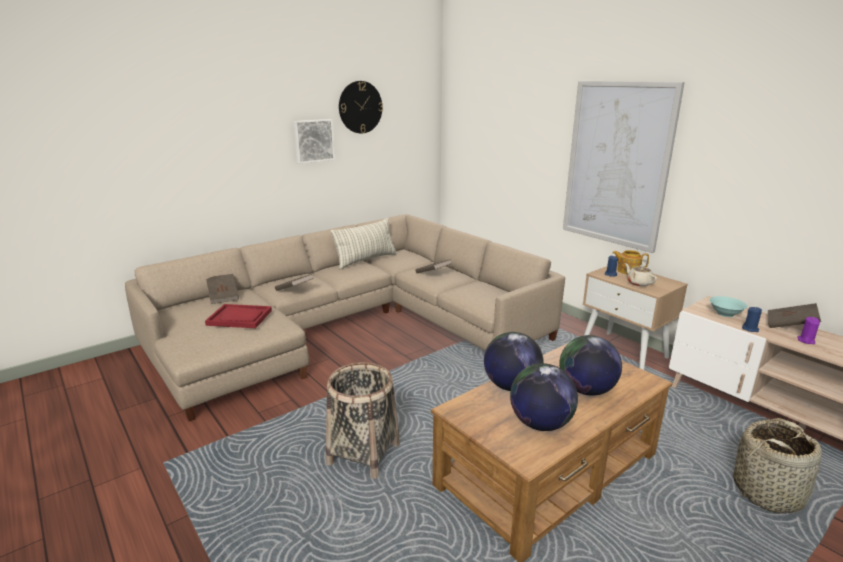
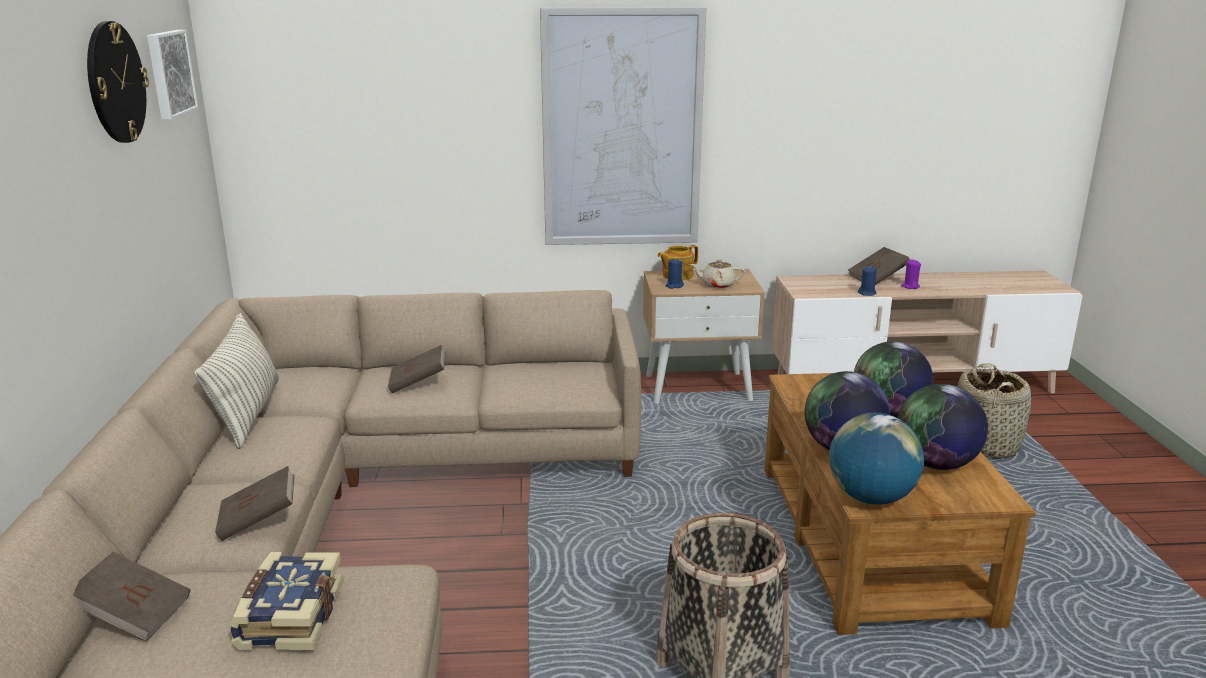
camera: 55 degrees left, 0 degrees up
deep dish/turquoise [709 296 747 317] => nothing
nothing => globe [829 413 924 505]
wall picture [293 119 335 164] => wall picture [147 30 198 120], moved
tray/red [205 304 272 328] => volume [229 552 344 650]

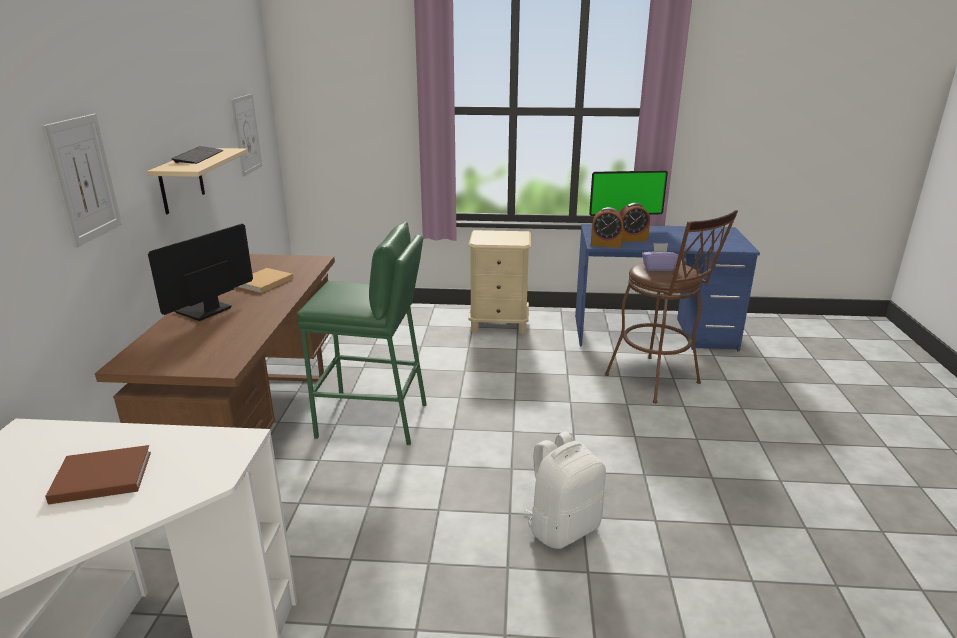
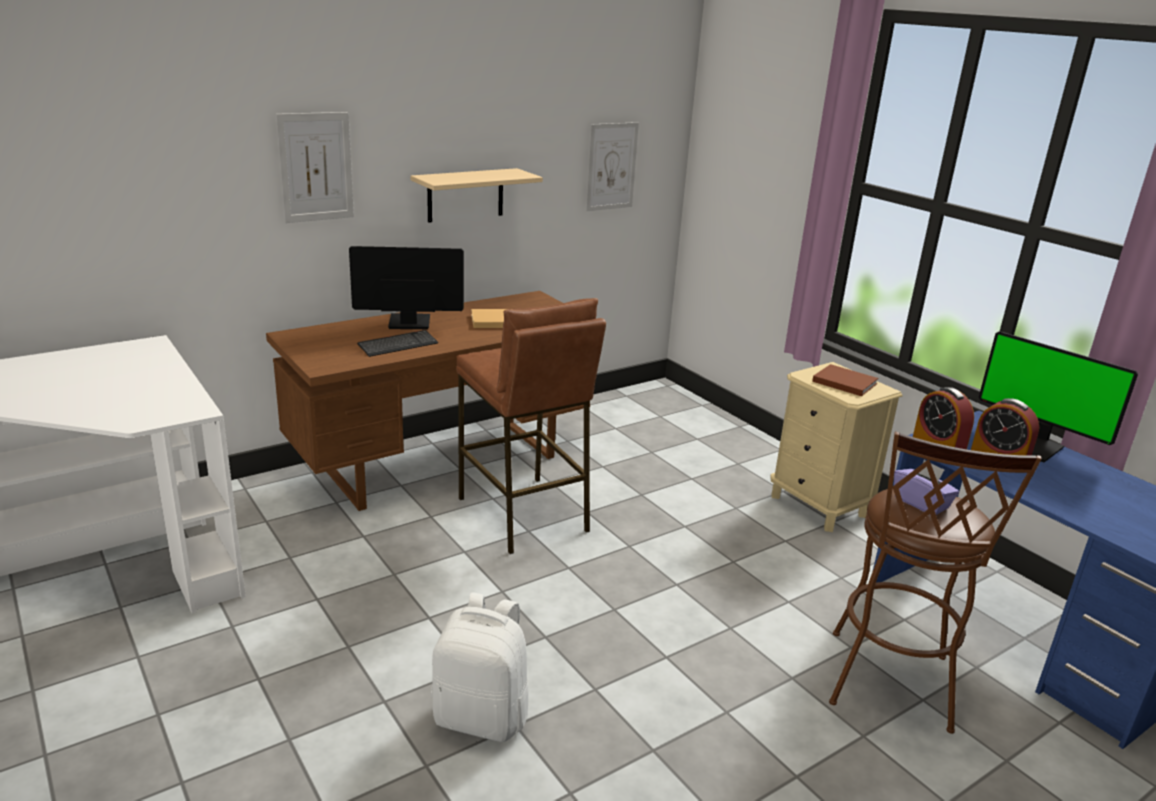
camera: 50 degrees right, 0 degrees up
volume/brown [45 445 151 505] => volume/brown [812 364 879 396], moved
keyboard [171 146 223 164] => keyboard [357 330 438 357], moved
stool seat/green [297 222 427 445] => stool seat/brown [456 298 606 554]

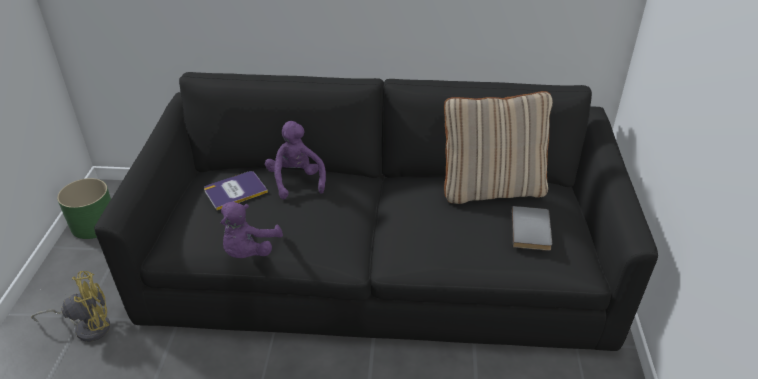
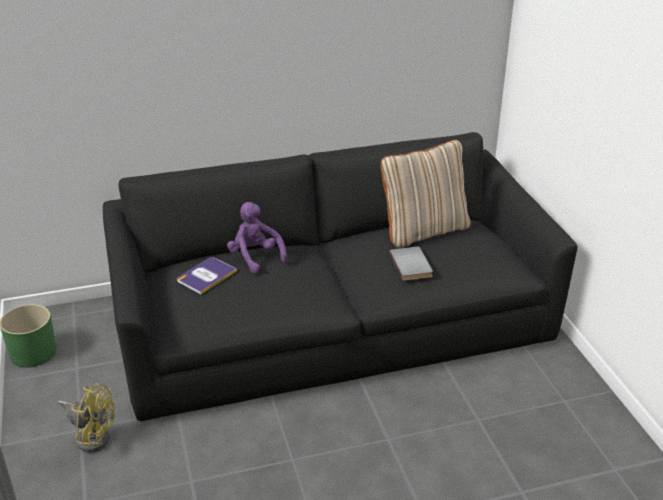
camera: 20 degrees left, 5 degrees down
cuddly toy/purplish [221 202 283 258] => nothing
volume/greyish [512 206 552 251] => volume/greyish [389 246 433 281], moved
electric fan/yellowish [31 271 110 342] => electric fan/yellowish [58 383 115 453], 60 degrees clockwise

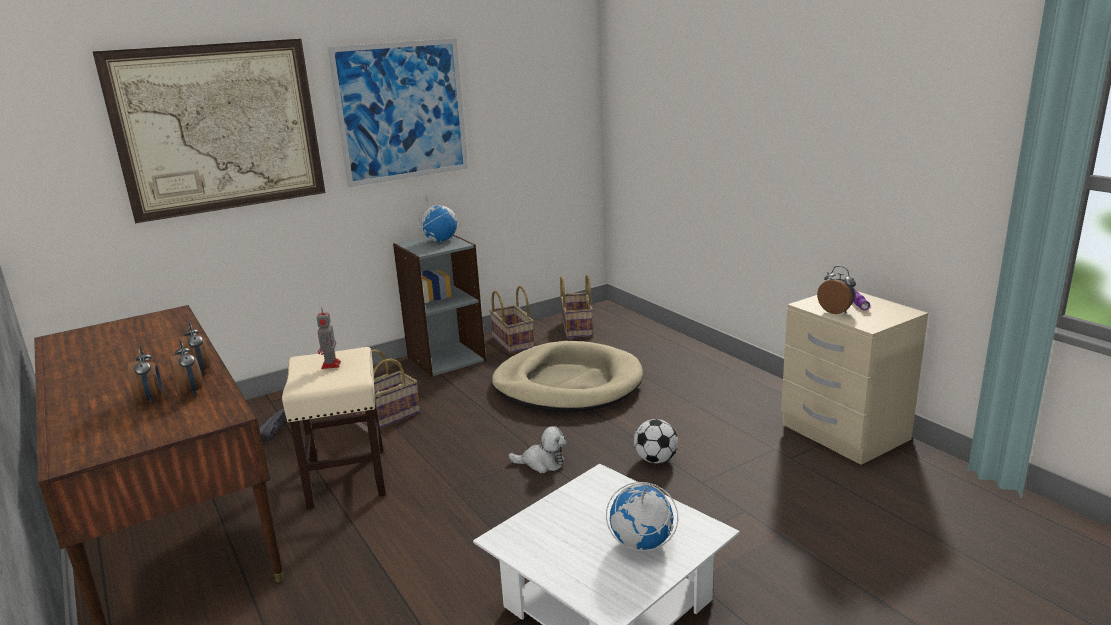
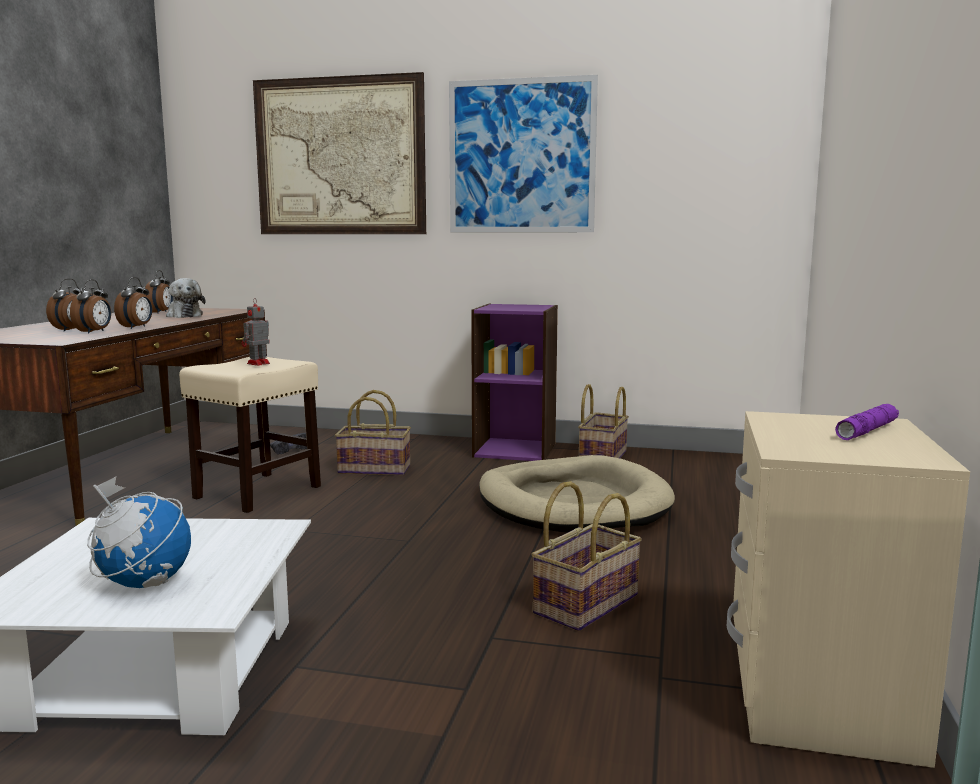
camera: 45 degrees right, 10 degrees down
globe [419 196 458 242] => nothing
ball for football [634 419 678 463] => nothing
cuddly toy [508 426 566 473] => cuddly toy [166 278 206 318], moved
household basket [560 274 593 338] => household basket [531 481 642 631], moved
bedside clock [817 266 856 314] => bedside clock [145 270 173 313], moved
bookcase/greyish [393 235 486 377] => bookcase/purplish [471 304 558 461]

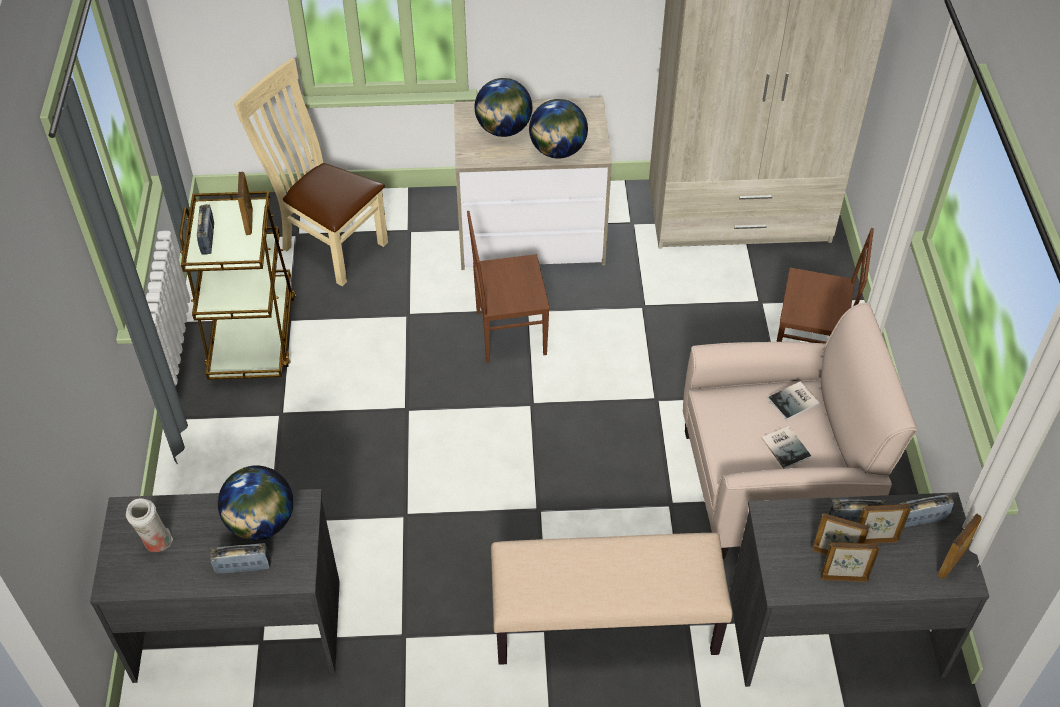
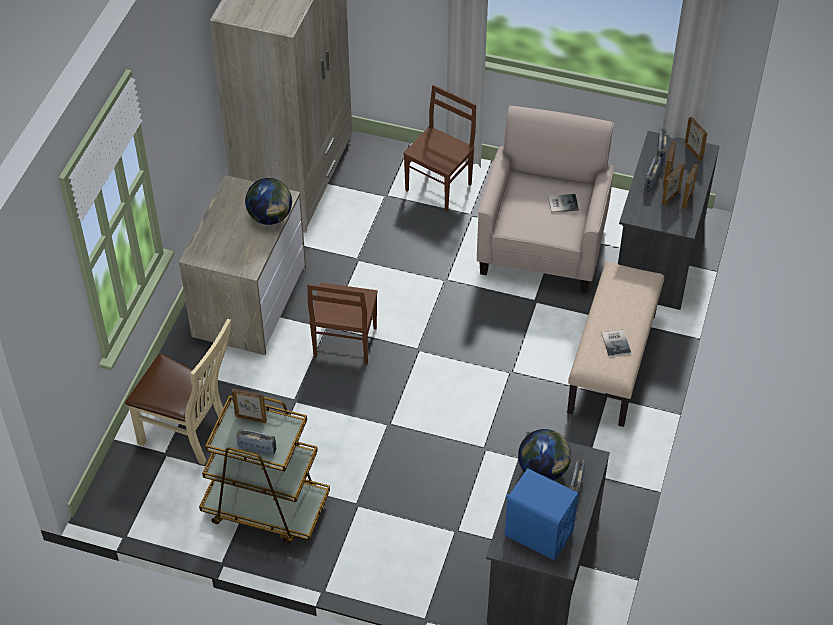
camera: 70 degrees left, 0 degrees up
globe [474 78 532 137] => nothing
volume [768 381 819 420] => volume [601 329 631 357], moved
flower vase/white [126 498 173 552] => speaker/blue-coloured [505 468 579 560]
plain chair/beige-coloured [234 58 388 286] => plain chair/beige-coloured [125 318 231 465], 120 degrees counterclockwise

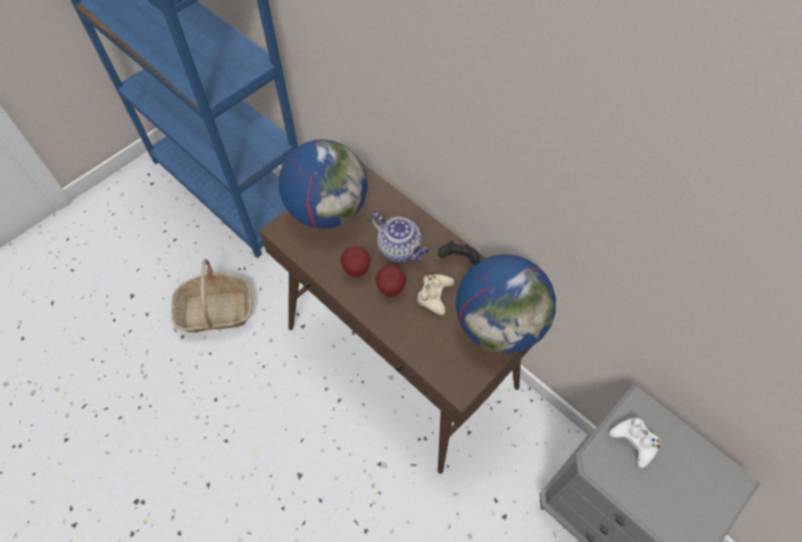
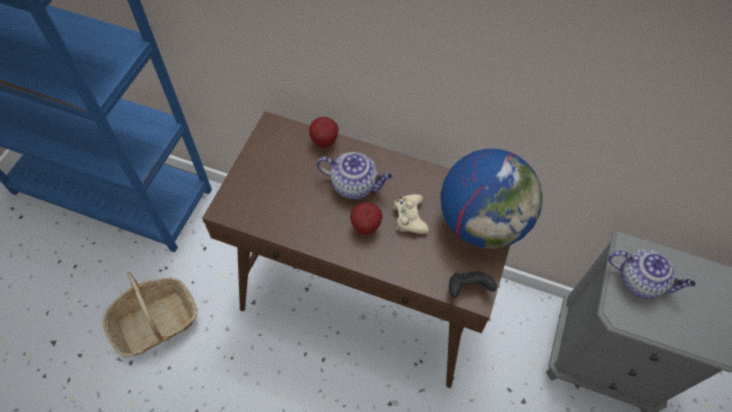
camera: 25 degrees left, 0 degrees up
globe [279 139 368 229] => nothing
apple [340 246 371 278] => apple [309 117 339 148], moved
game controller/black [438 241 480 265] => game controller/black [449 271 497 298], moved
game controller/white [609 417 661 468] => teapot [608 249 696 299]

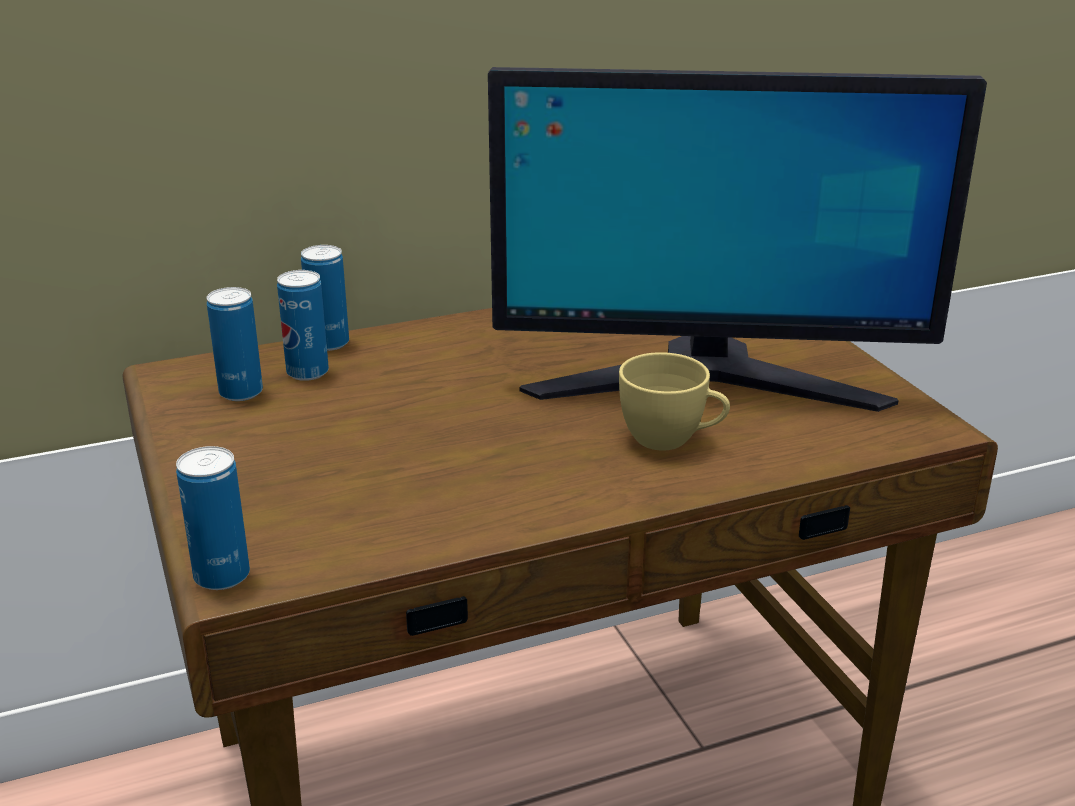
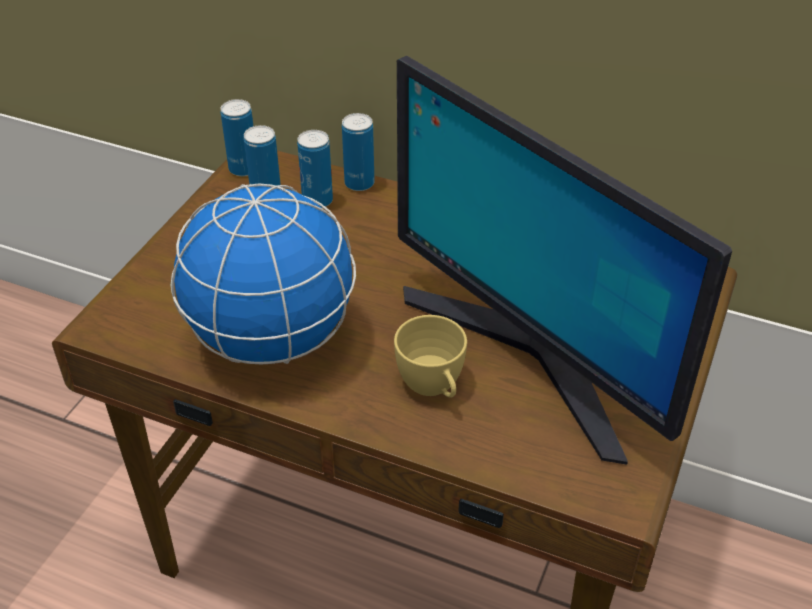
camera: 45 degrees right, 15 degrees up
nothing => globe [171 184 356 364]
sealed can [176 446 250 590] => sealed can [220 99 253 176], moved

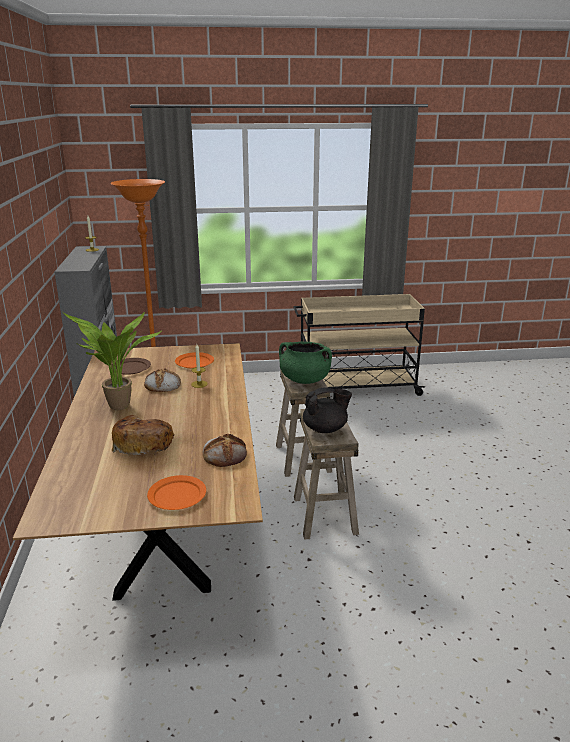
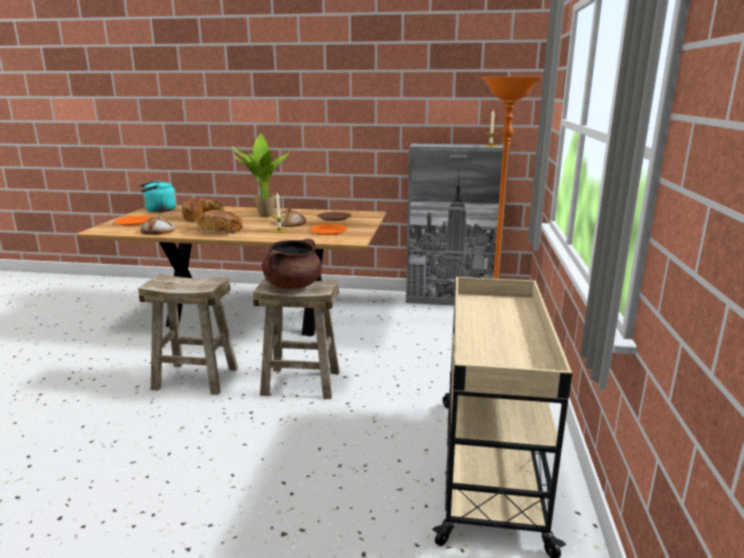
camera: 105 degrees right, 5 degrees down
teapot/black [303 388 352 433] => nothing
nothing => tea kettle/turquoise [139 180 177 212]
nothing => baked bread [197 210 243 234]
cooking pot/green [279 342 332 384] => cooking pot/brown [262 239 322 290]

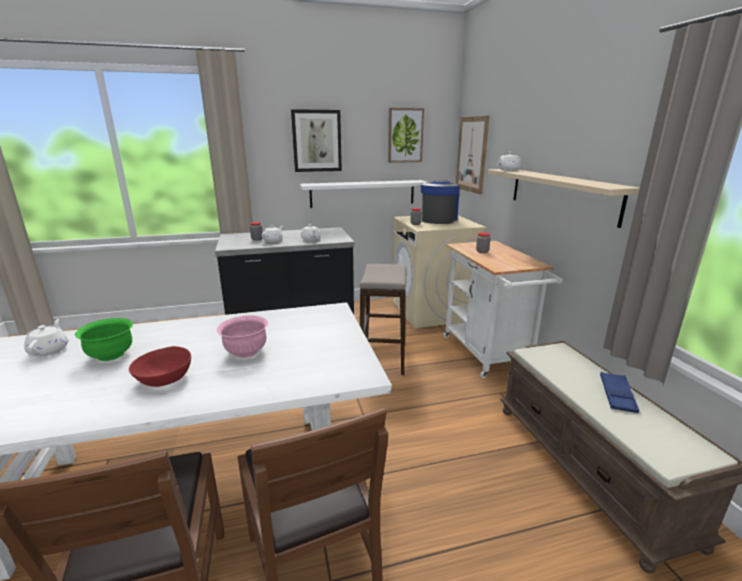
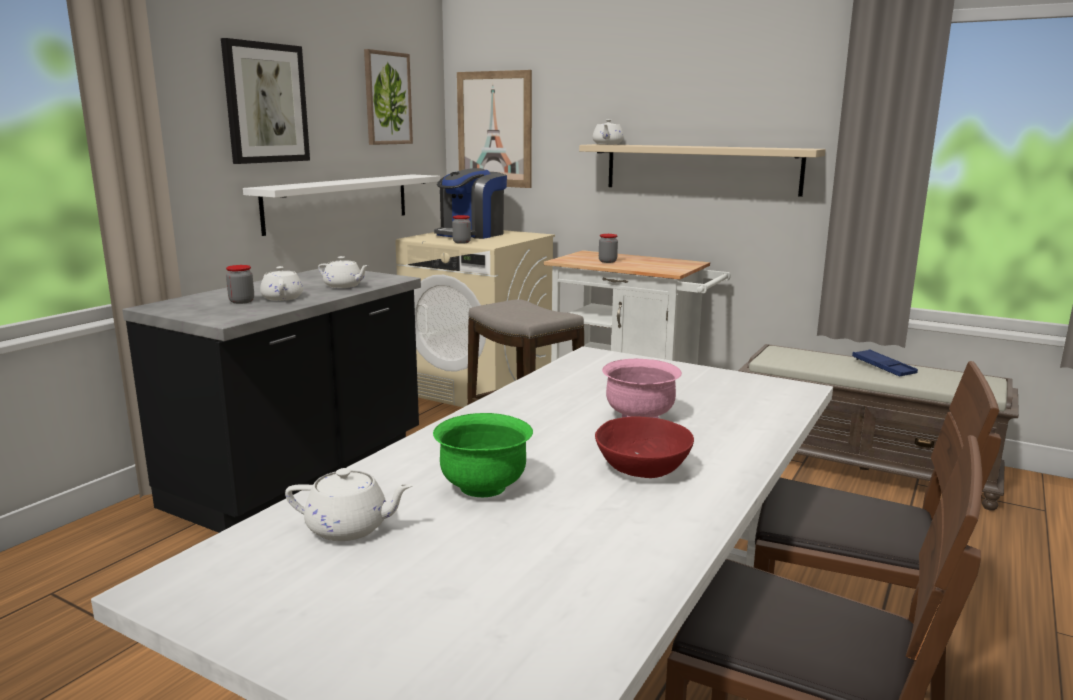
camera: 45 degrees left, 5 degrees down
teapot/white [24 319 68 357] => teapot/white [285 468 413 541], 150 degrees clockwise
coffee brewer [421 180 460 224] => coffee brewer [434 168 507 239], 120 degrees counterclockwise

